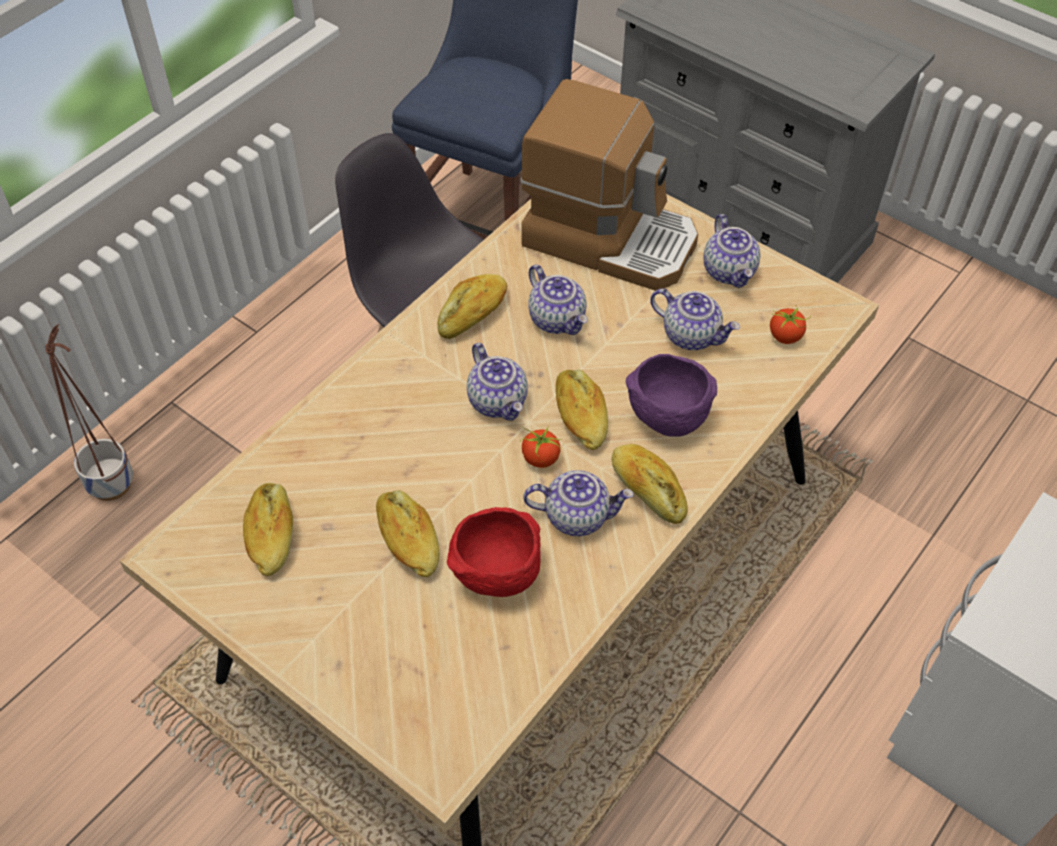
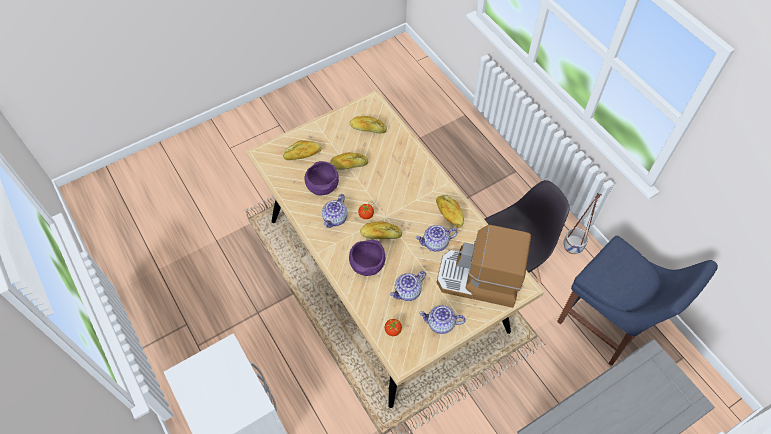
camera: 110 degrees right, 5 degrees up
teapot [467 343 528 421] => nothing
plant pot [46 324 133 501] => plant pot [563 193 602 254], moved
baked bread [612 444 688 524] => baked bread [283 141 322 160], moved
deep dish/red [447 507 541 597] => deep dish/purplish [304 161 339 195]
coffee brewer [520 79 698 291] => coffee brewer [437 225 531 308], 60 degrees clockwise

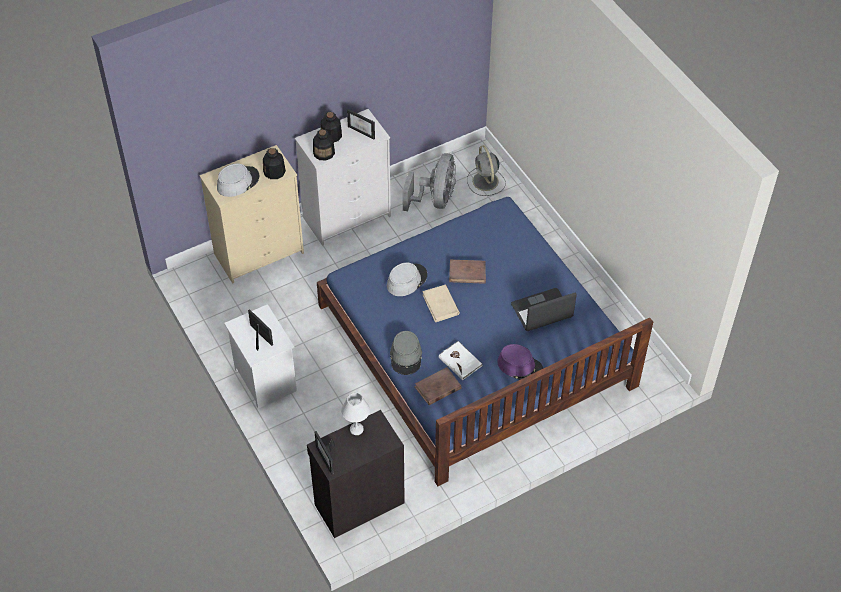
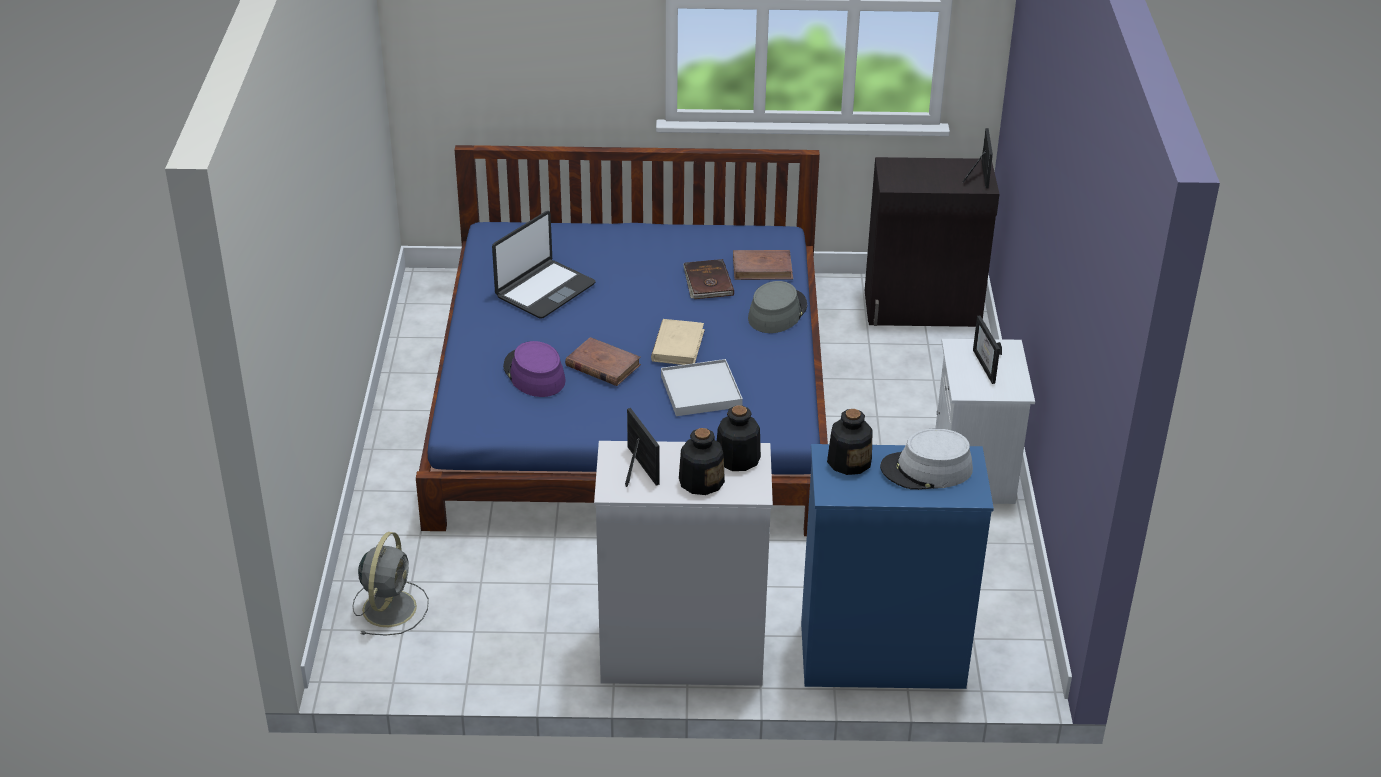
camera: 150 degrees left, 15 degrees down
table lamp/white [341 393 370 435] => nothing
electric fan/greyish [402 153 456 211] => nothing
hat/purplish [497 344 543 380] => hat/purplish [503 341 566 397], moved
hat/greyish [387 263 427 296] => tray/white [661 359 743 416]
drawer chest/beige-coloured [199 145 304 284] => drawer chest/blue-coloured [801 444 994 689]
volume/white [439 341 482 380] => volume/brown [683 259 734 299]
notebook computer [511 288 577 331] => notebook computer [492 211 596 319], 60 degrees counterclockwise

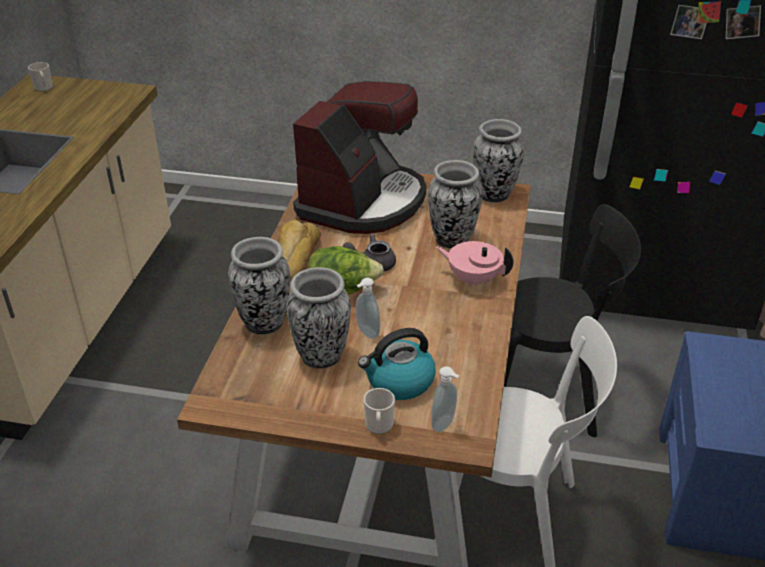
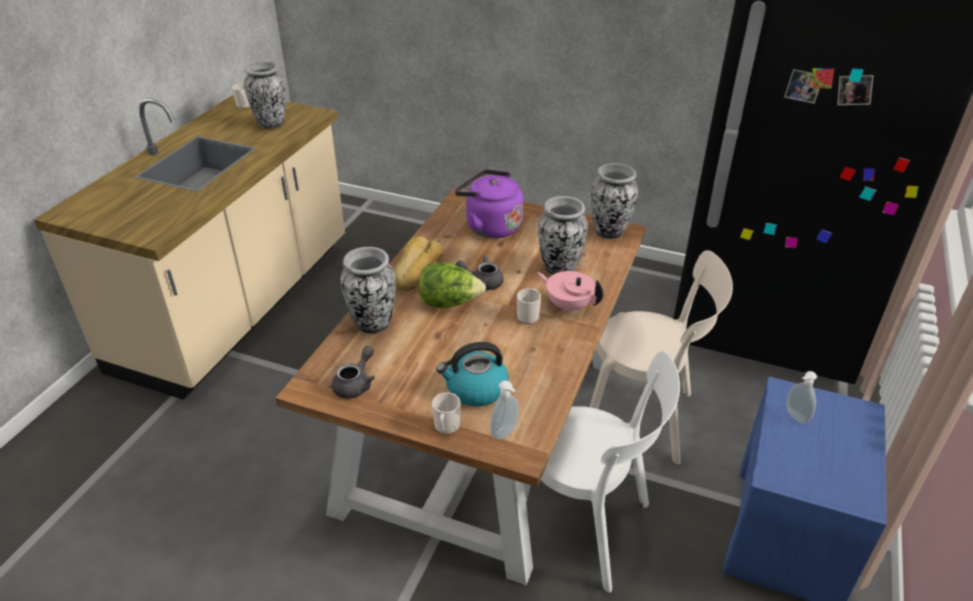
camera: 10 degrees right, 0 degrees up
nothing => teapot/greyish [332 346 375 398]
nothing => coffee mug [517 288 541 324]
flower vase [286 267 351 369] => flower vase [244 61 286 129], moved
liquid soap bottle [356 278 380 339] => liquid soap bottle [787 371 817 424], moved
coffee brewer [293 81 426 234] => tea kettle/purplish [455 169 523 238]
plain chair/black [504 204 641 437] => plain chair/beige-coloured [590 250 733 464]

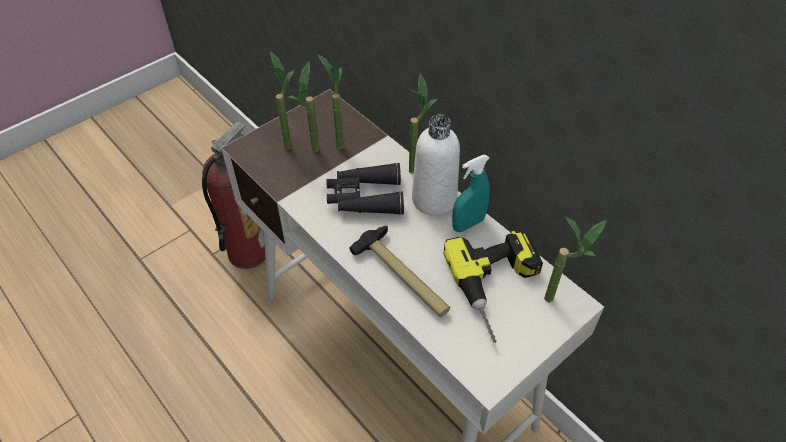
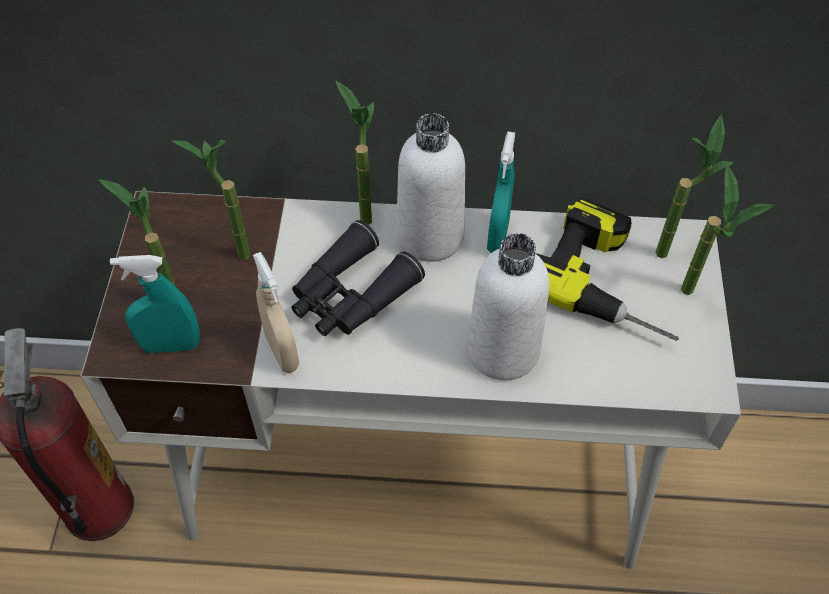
camera: 45 degrees left, 5 degrees up
nothing => spray bottle/turquoise [110 255 200 353]
nothing => spray bottle/beige-coloured [253 252 299 373]
plant in a pot [288 61 319 152] => plant in a pot [681 165 775 295], moved
tool hammer [349 226 450 317] => beverage bottle/white [467 233 549 380]

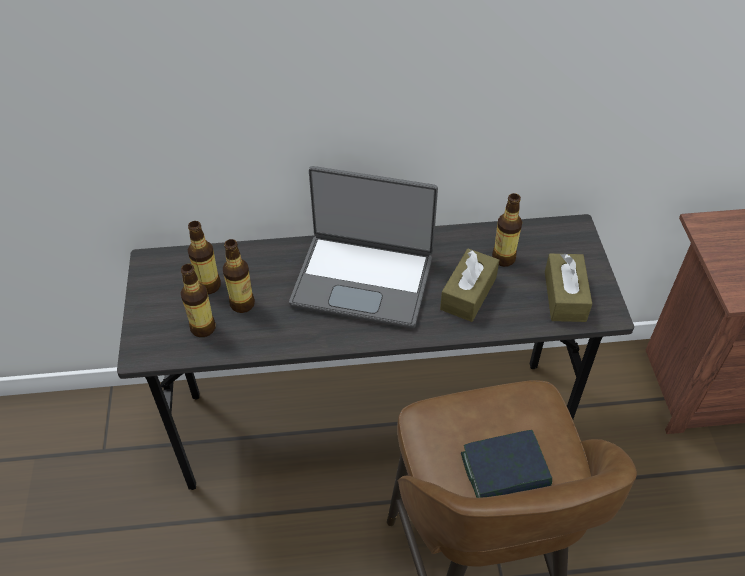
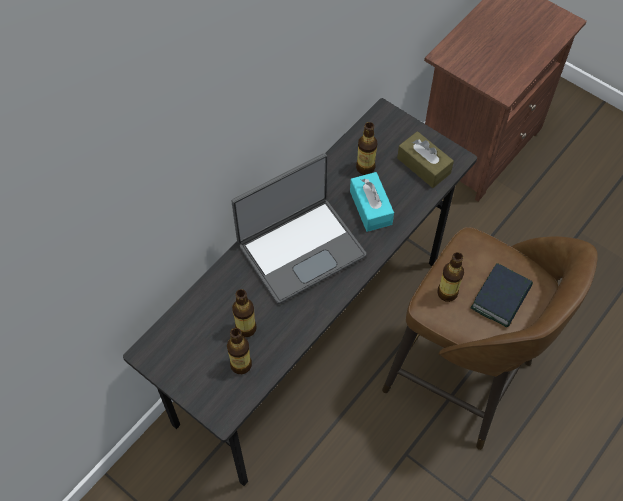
camera: 45 degrees left, 10 degrees up
beverage bottle [188 221 221 294] => beverage bottle [437 252 464 302], moved
tissue box/brown [440 248 499 322] => tissue box/turquoise [350 172 394 232]

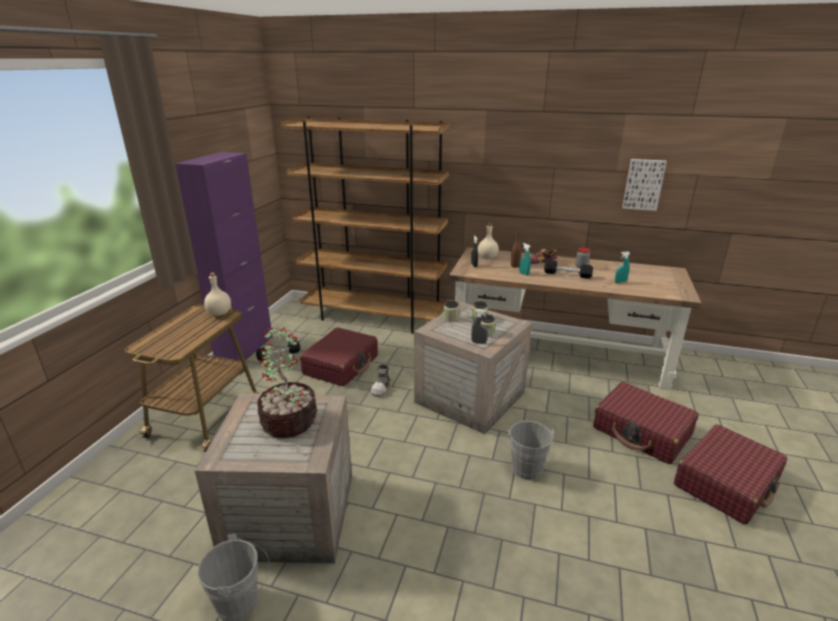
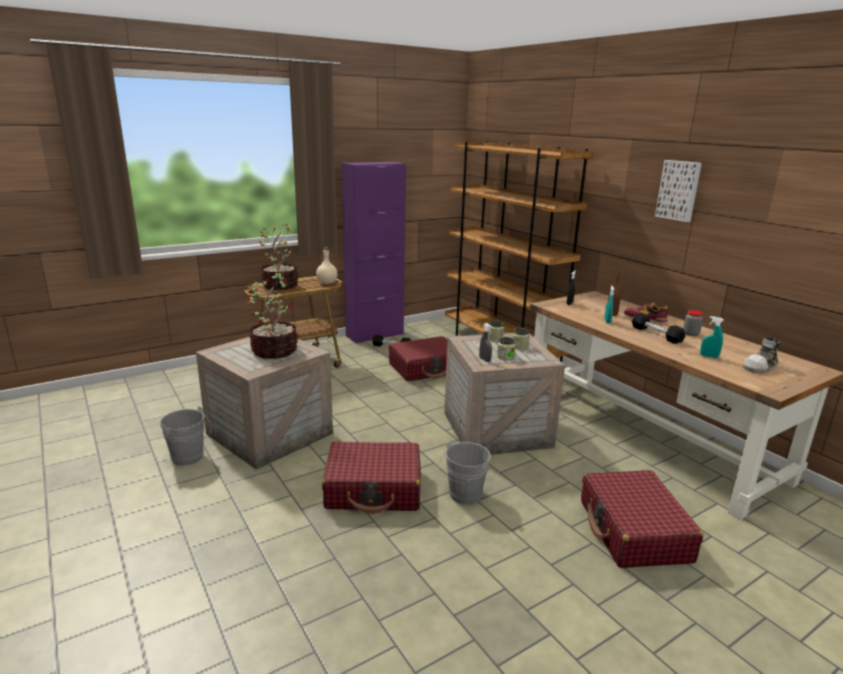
camera: 40 degrees right, 5 degrees down
beverage bottle/beige-coloured [478 223 499 259] => nothing
nothing => plant in a pot [259 223 298 290]
item of footwear [371 365 391 397] => item of footwear [743 338 780 374], moved
wall picture [622 159 667 211] => wall picture [655 160 702 222], moved
travel case/red [674 424 787 525] => travel case/red [322 441 421 514], moved

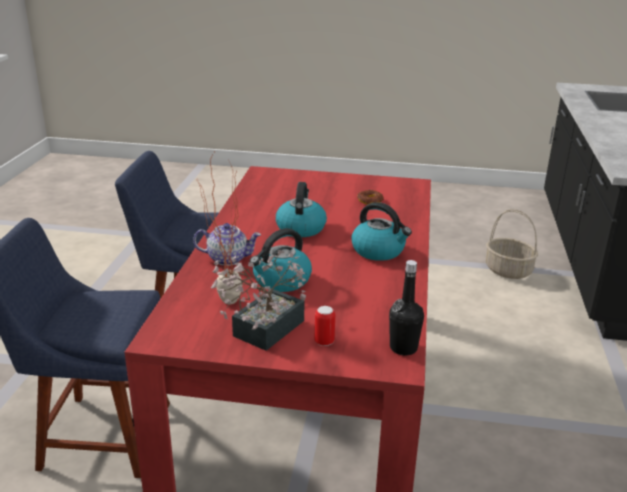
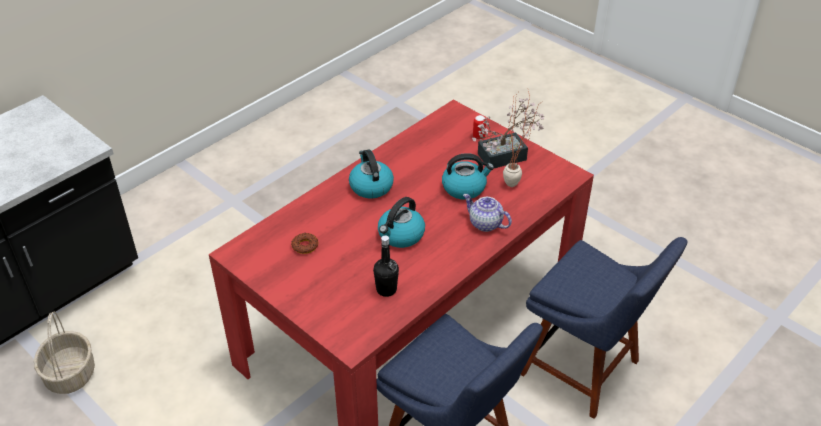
camera: 145 degrees left, 15 degrees up
beverage bottle/black [389 260 424 355] => beverage bottle/black [373 235 399 297], moved

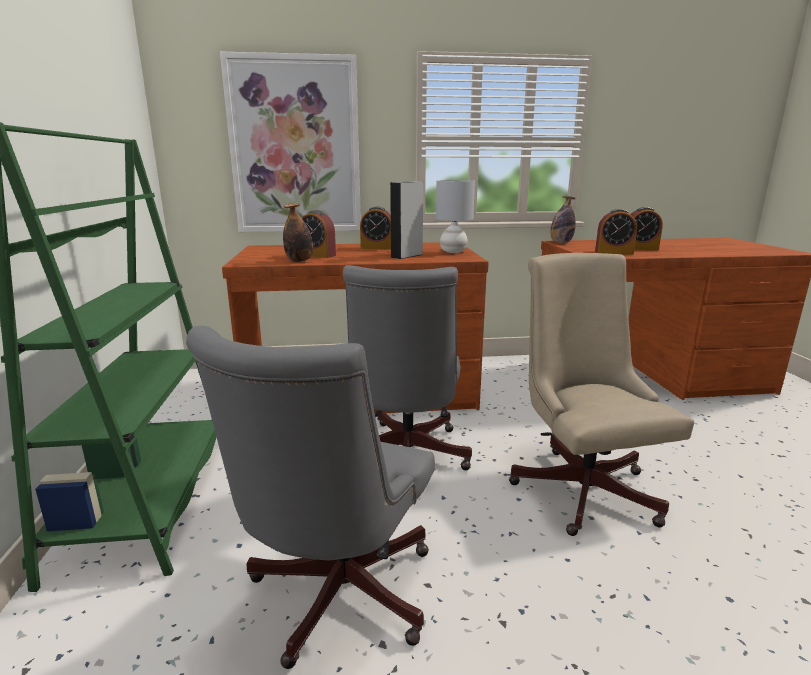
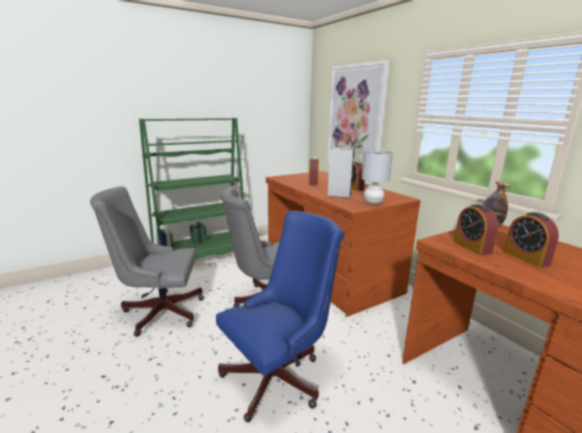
camera: 65 degrees right, 0 degrees up
beverage bottle [283 203 313 262] => nothing
office chair/beige-coloured [509 253 694 536] => office chair/blue-coloured [216 211 344 422]

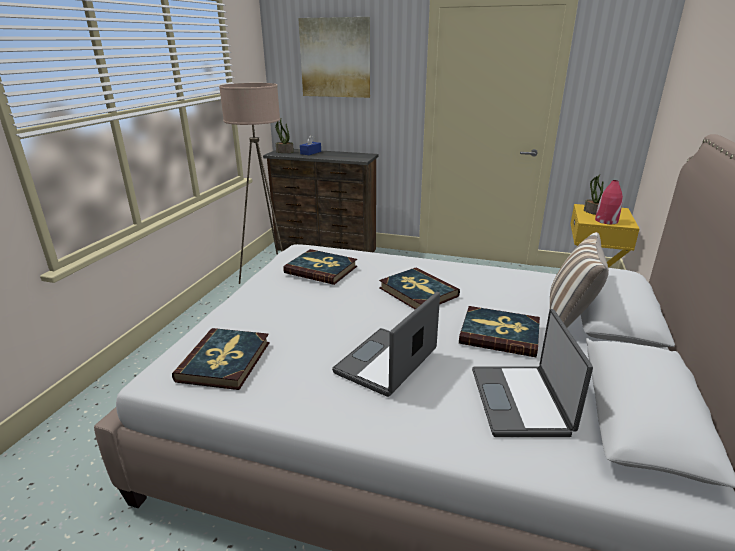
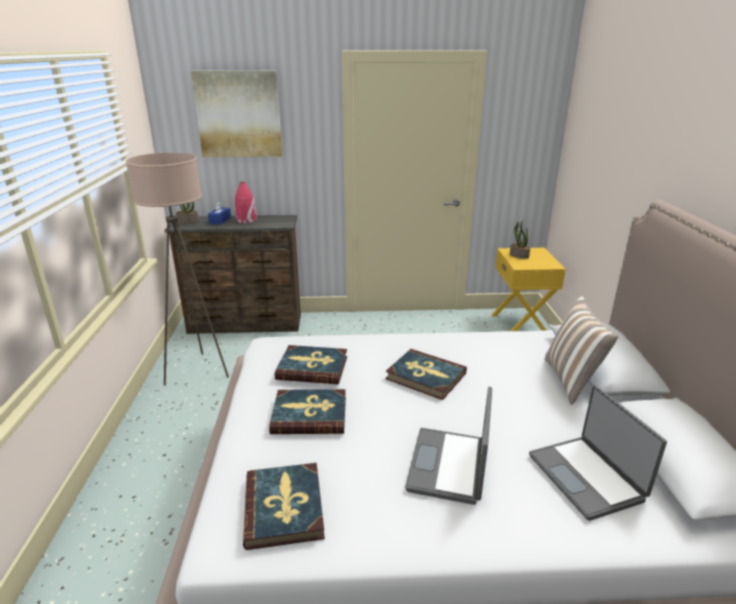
camera: 20 degrees left, 0 degrees up
volume [459 306 540 357] => volume [269 389 346 434], moved
flower vase/red [595 180 623 224] => flower vase/red [235 182 257 223], moved

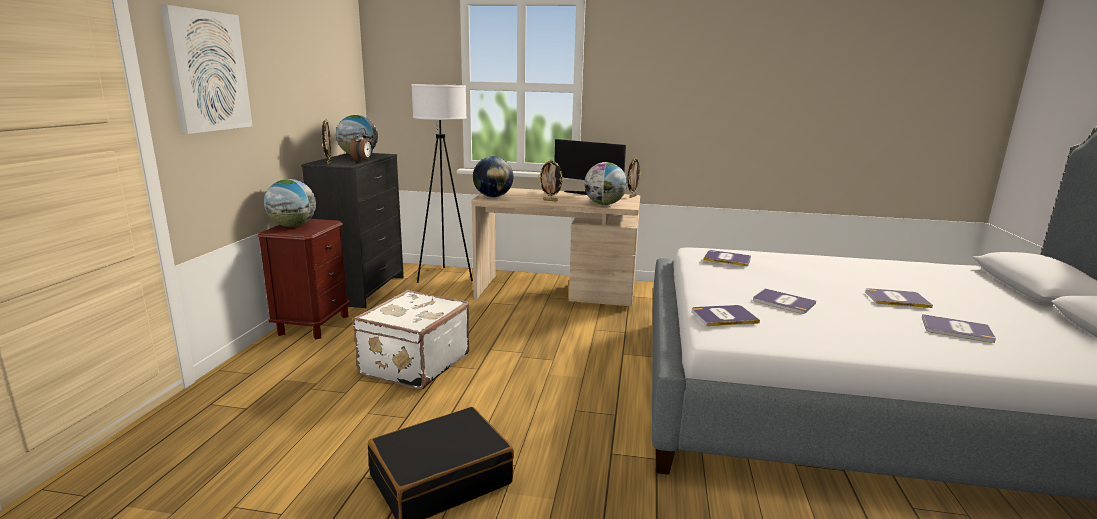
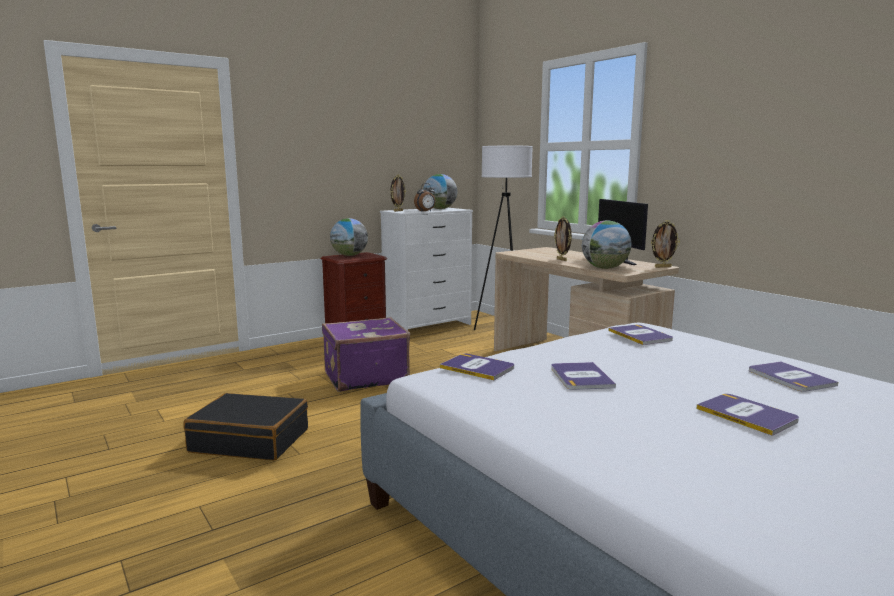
camera: 45 degrees right, 5 degrees down
wall picture [161 5 253 134] => nothing
globe [473 156 513 197] => nothing
volume [922 314 996 343] => volume [749 361 838 392], moved
drawer chest/black [301 153 404 308] => drawer chest/white [380 208 473 331]
travel case/white [352 290 469 390] => travel case/purplish [322 317 410 392]

